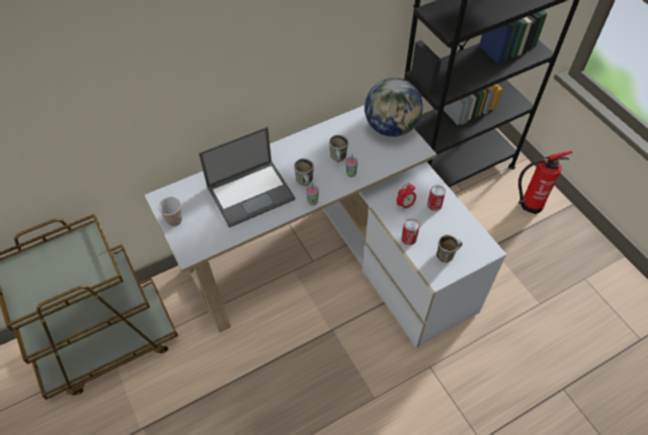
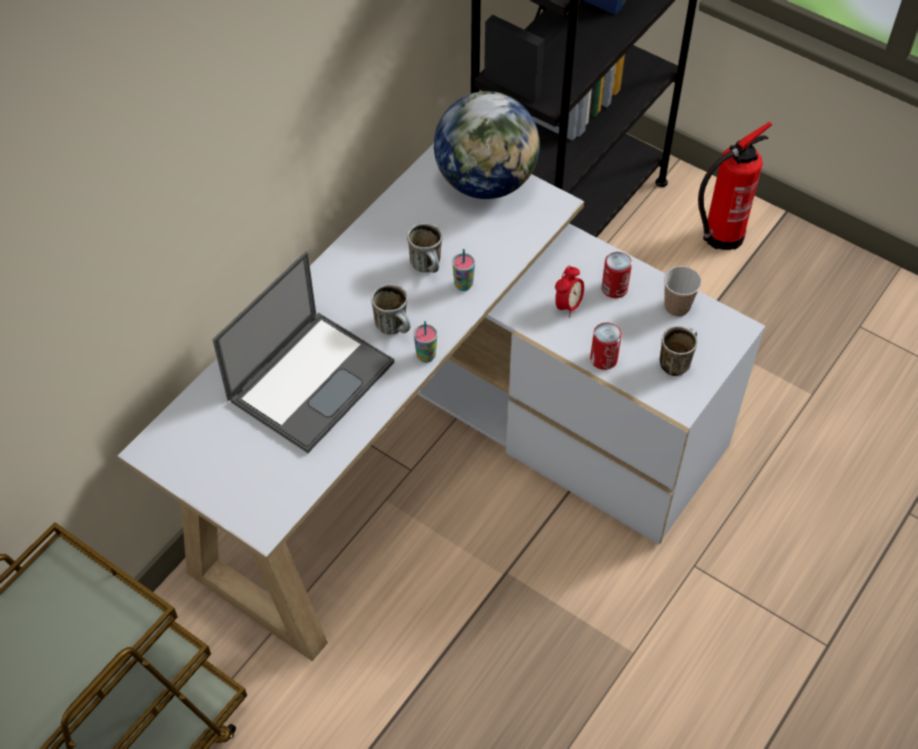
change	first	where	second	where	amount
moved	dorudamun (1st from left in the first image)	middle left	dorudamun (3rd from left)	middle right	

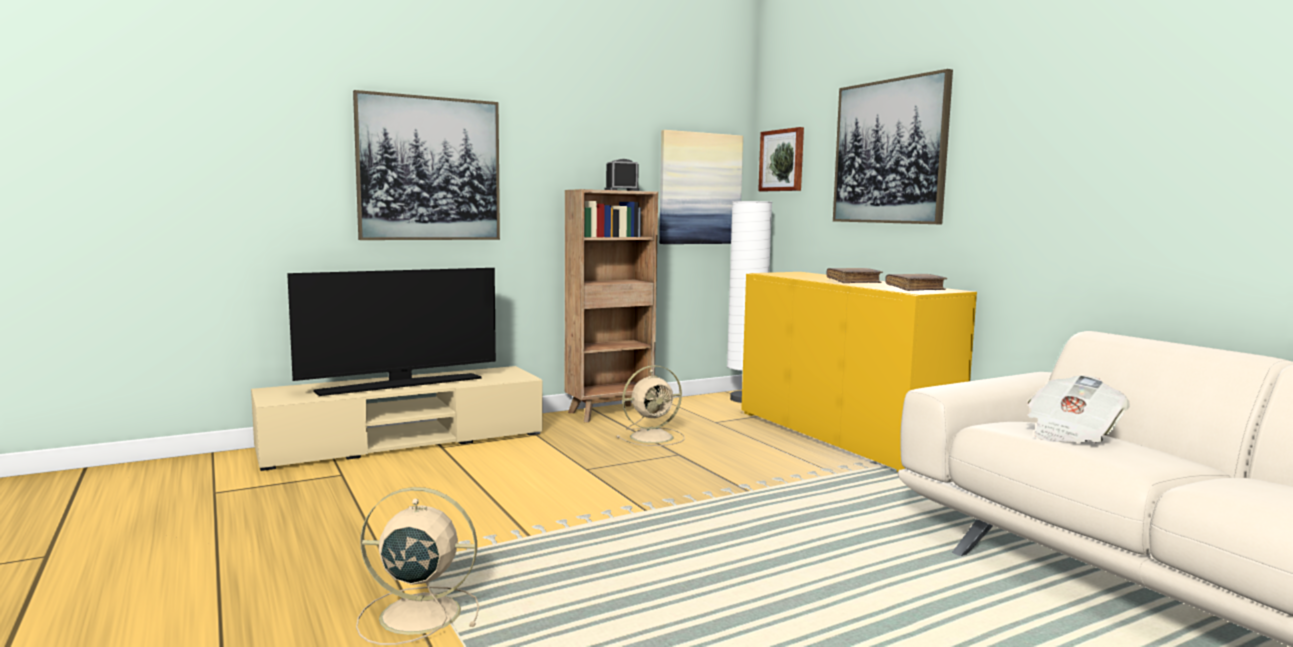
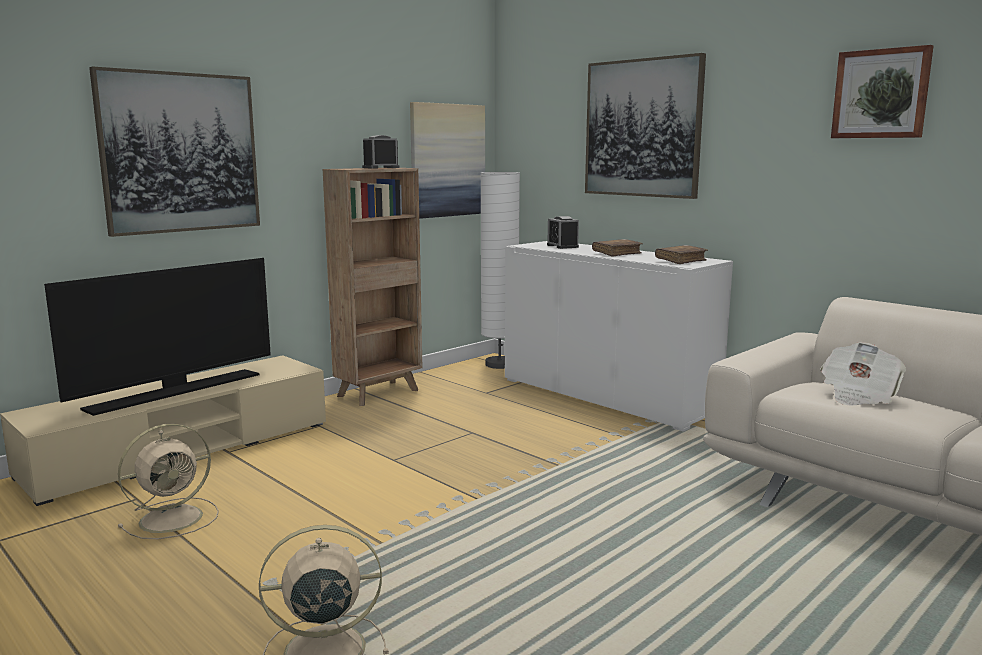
change	first	where	second	where	amount
added			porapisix (2nd from left)	centre	
moved	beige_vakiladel (2nd from left in the first image)	centre	beige_vakiladel (1st from left)	bottom left	
moved	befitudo (3rd from left in the first image)	top centre	befitudo (4th from left)	top right	
recoloured	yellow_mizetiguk	centre	white_mizetiguk	centre	

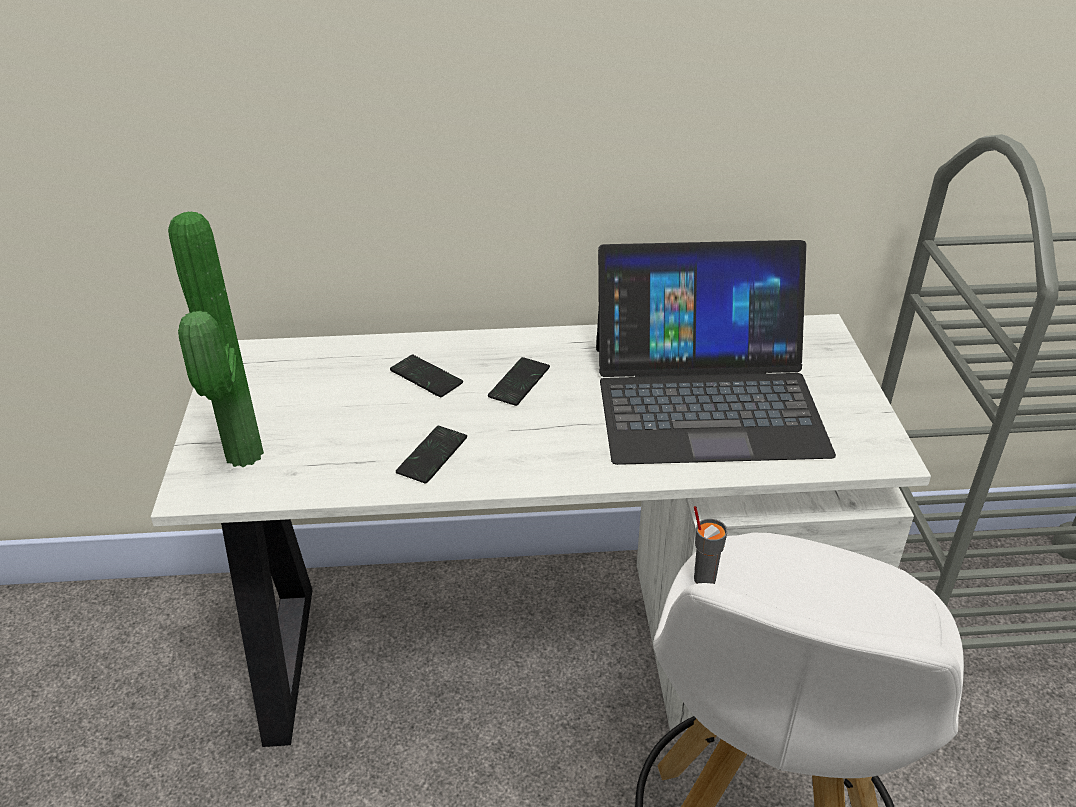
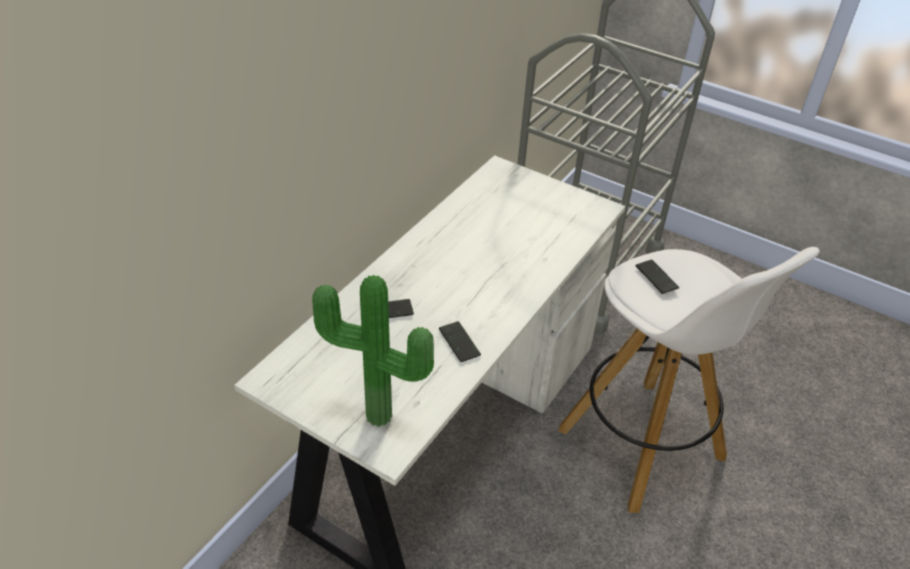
change	first	where	second	where	amount
removed	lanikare	centre			
removed	grey_dorudamun	bottom centre			
moved	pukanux (3rd from left)	centre		middle right	

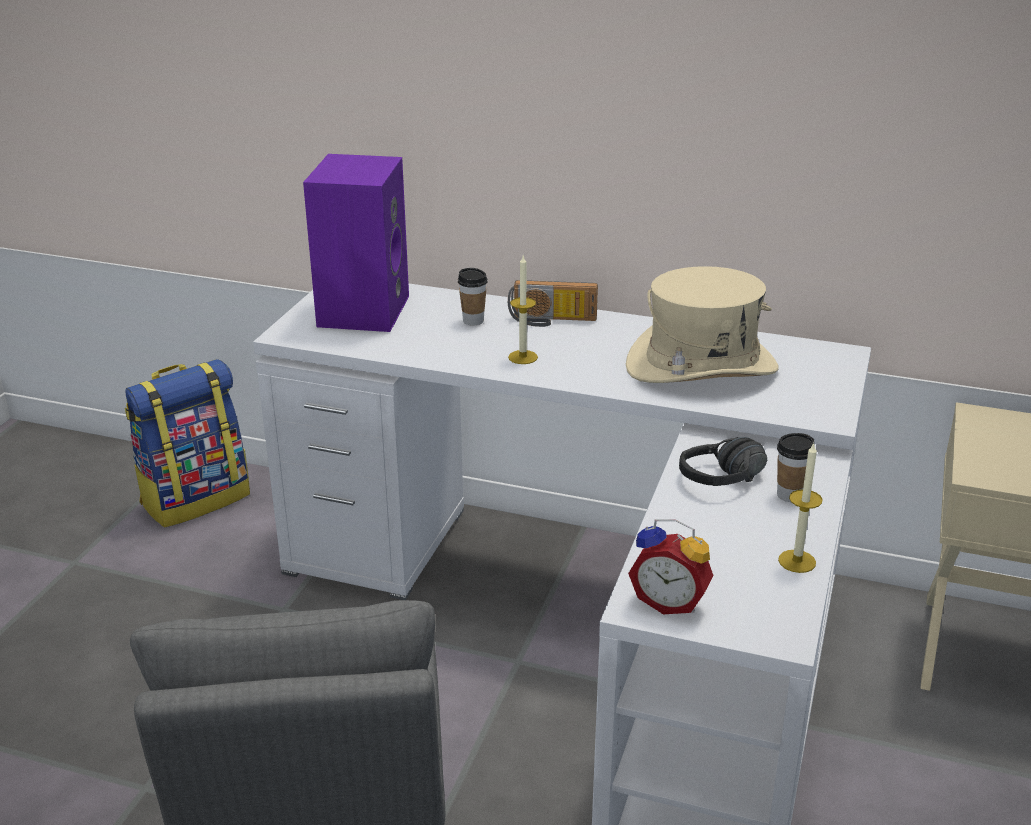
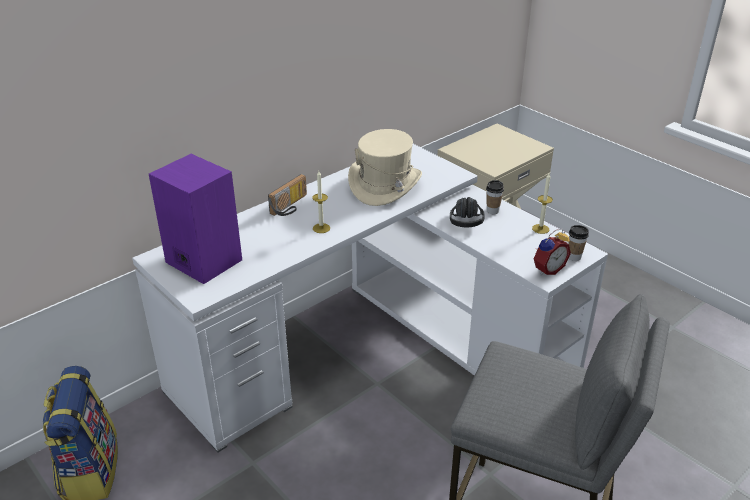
change	first	where	second	where	amount
moved	dorudamun (1st from left in the first image)	centre	dorudamun (2nd from left)	middle right	

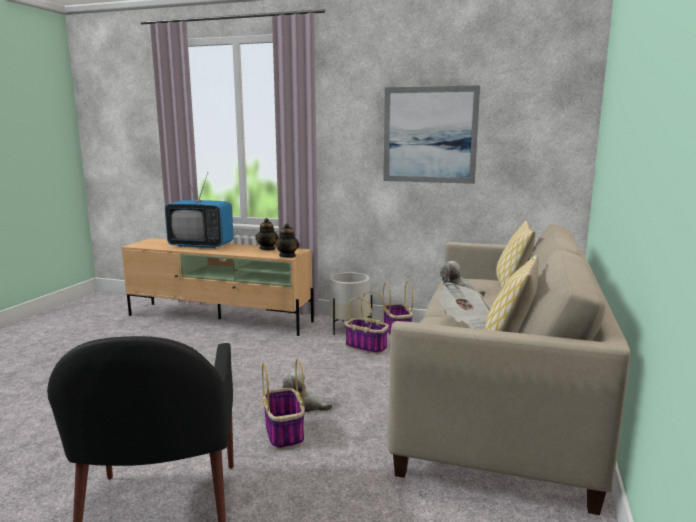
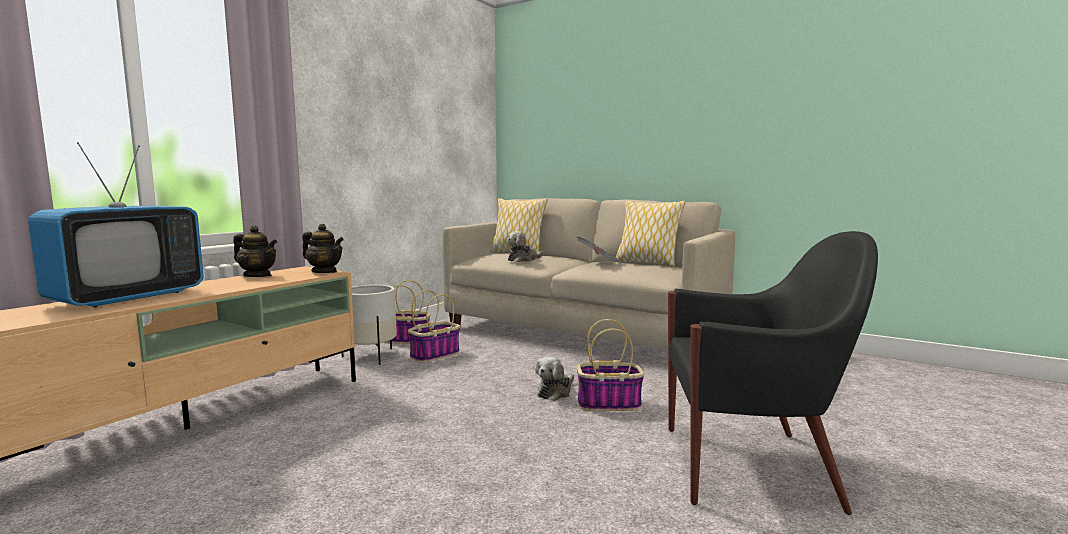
change	first	where	second	where	amount
removed	befitudo	top centre			

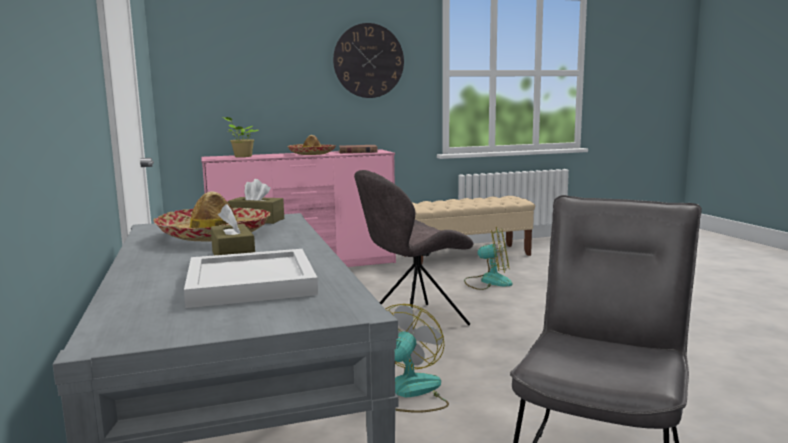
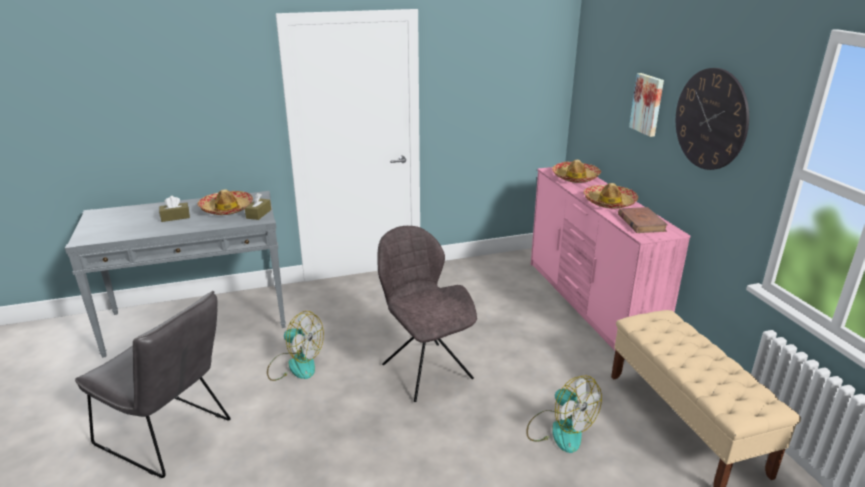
change	first	where	second	where	amount
removed	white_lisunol	middle left			
added			befitudo	top right	
replaced	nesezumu	top left	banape (2nd from left)	centre	
turned	vakiladel (2nd from left)	centre		bottom centre	45 degrees counterclockwise

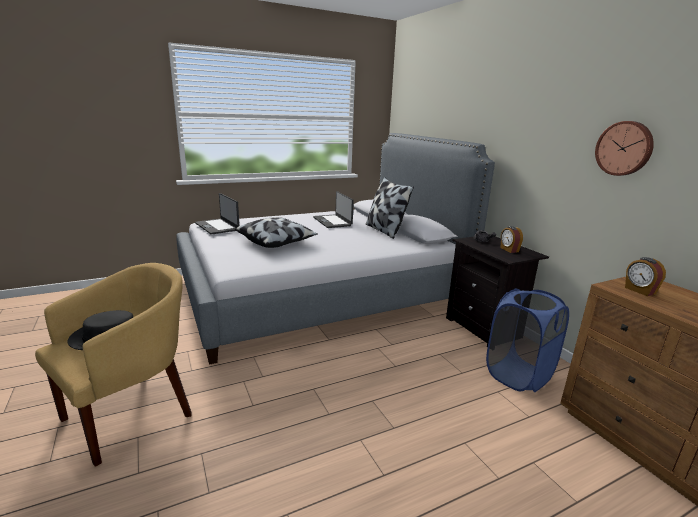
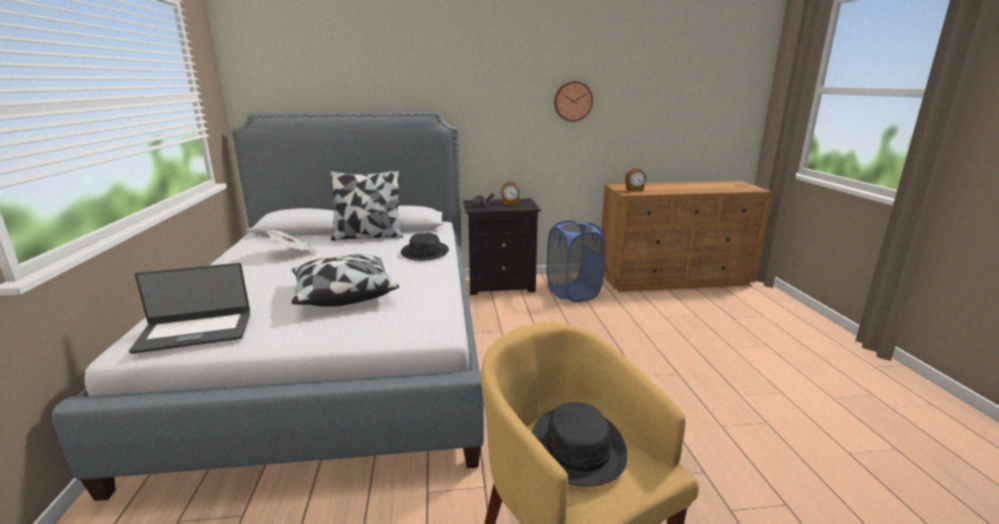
change	first	where	second	where	amount
added			black_banape (1st from left)	centre	
replaced	lanikare (2nd from left)	centre	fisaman	middle left	

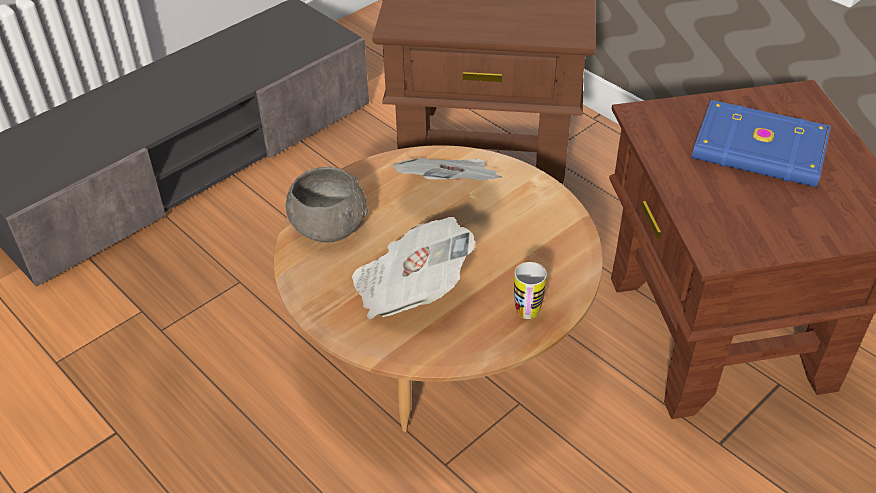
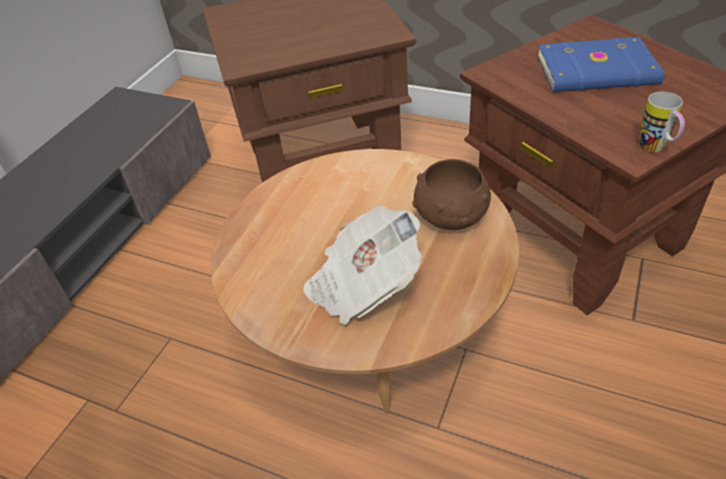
change	first	where	second	where	amount
removed	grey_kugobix	centre			
removed	fisaman (2nd from left)	centre			
added			brown_kugobix	centre	
moved	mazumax	centre		top right	

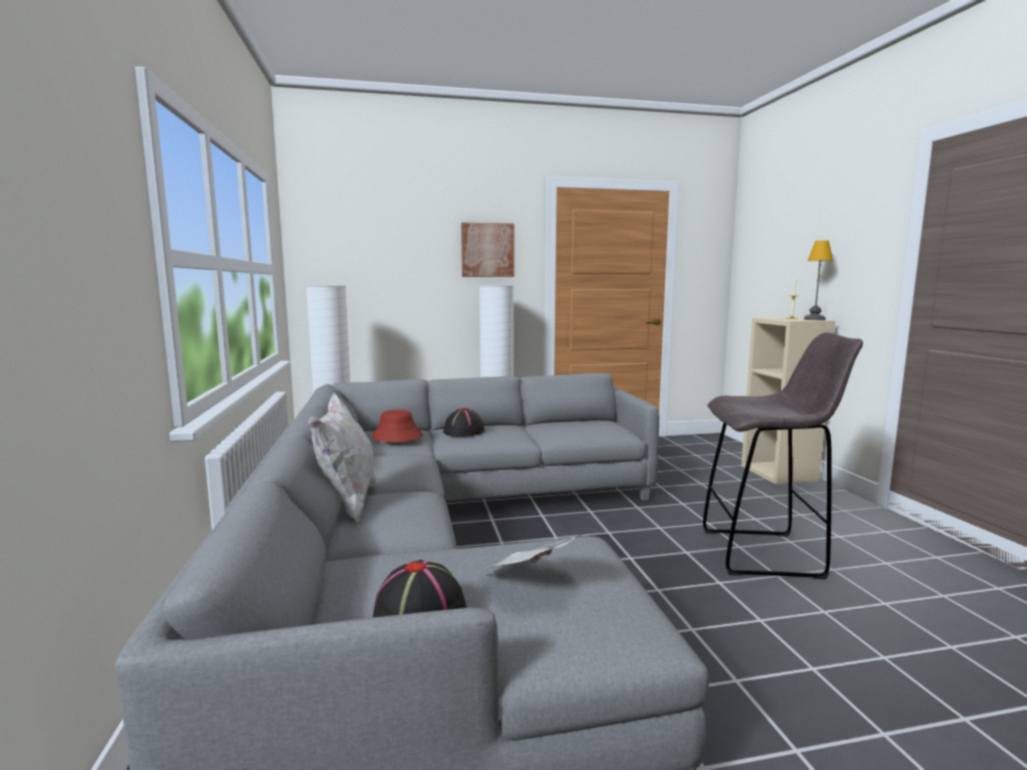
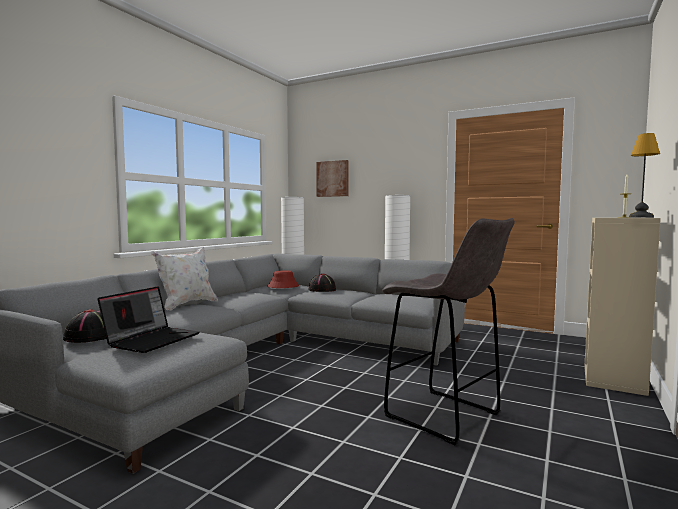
change	first	where	second	where	amount
moved	befitudo	top centre		centre	
replaced	fisaman	bottom centre	lanikare	middle left	

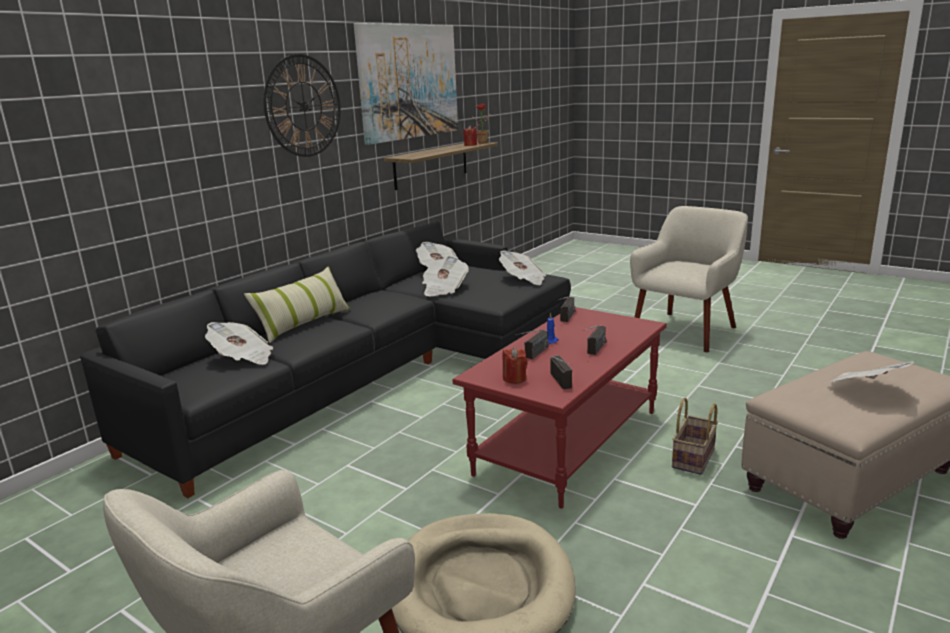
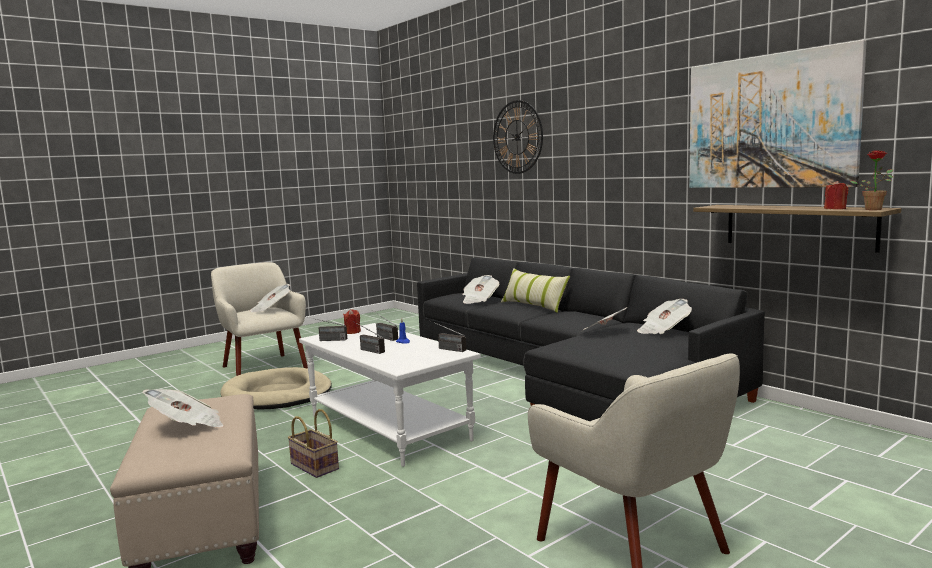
change	first	where	second	where	amount
moved	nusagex	top left		top centre	
moved	fisaman (4th from left in the first image)	centre	fisaman (2nd from left)	middle left	
recoloured	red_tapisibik	centre	white_tapisibik	bottom centre	

